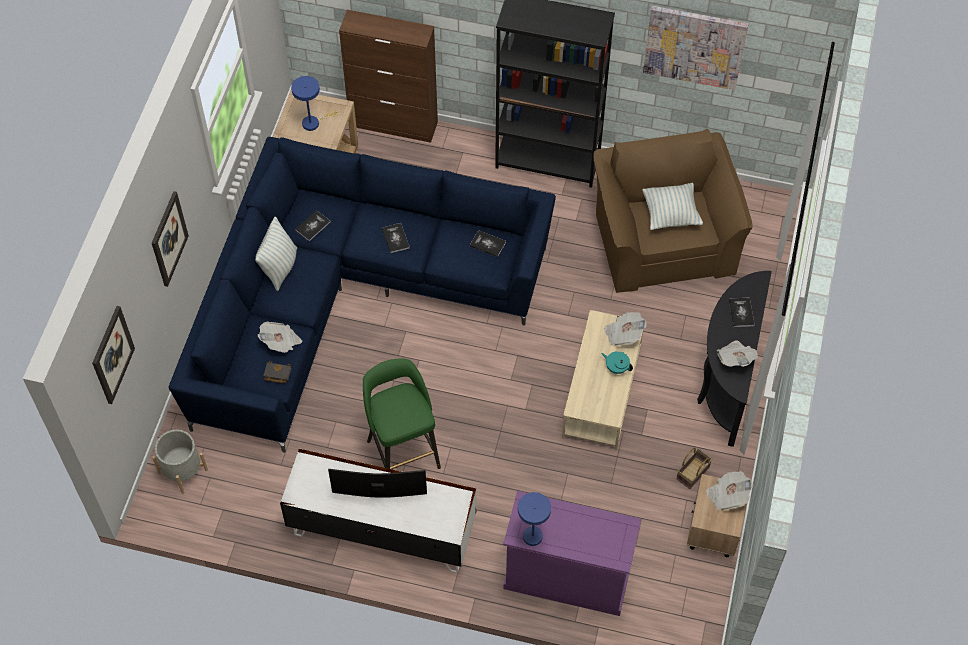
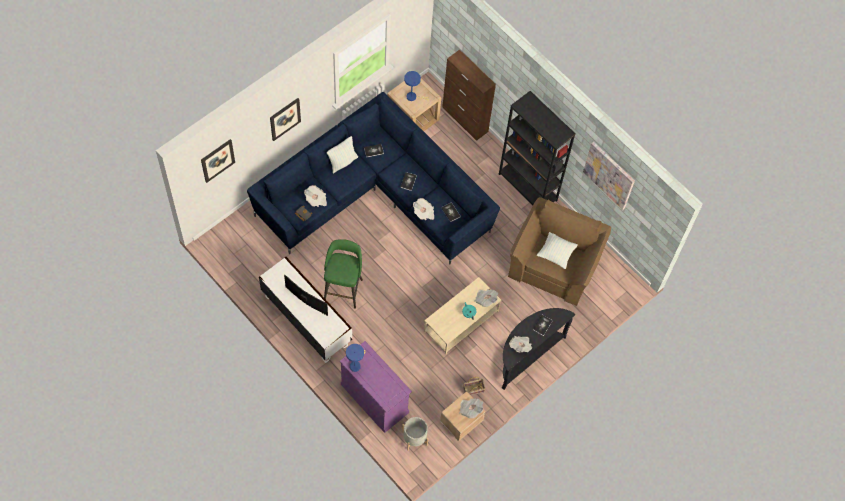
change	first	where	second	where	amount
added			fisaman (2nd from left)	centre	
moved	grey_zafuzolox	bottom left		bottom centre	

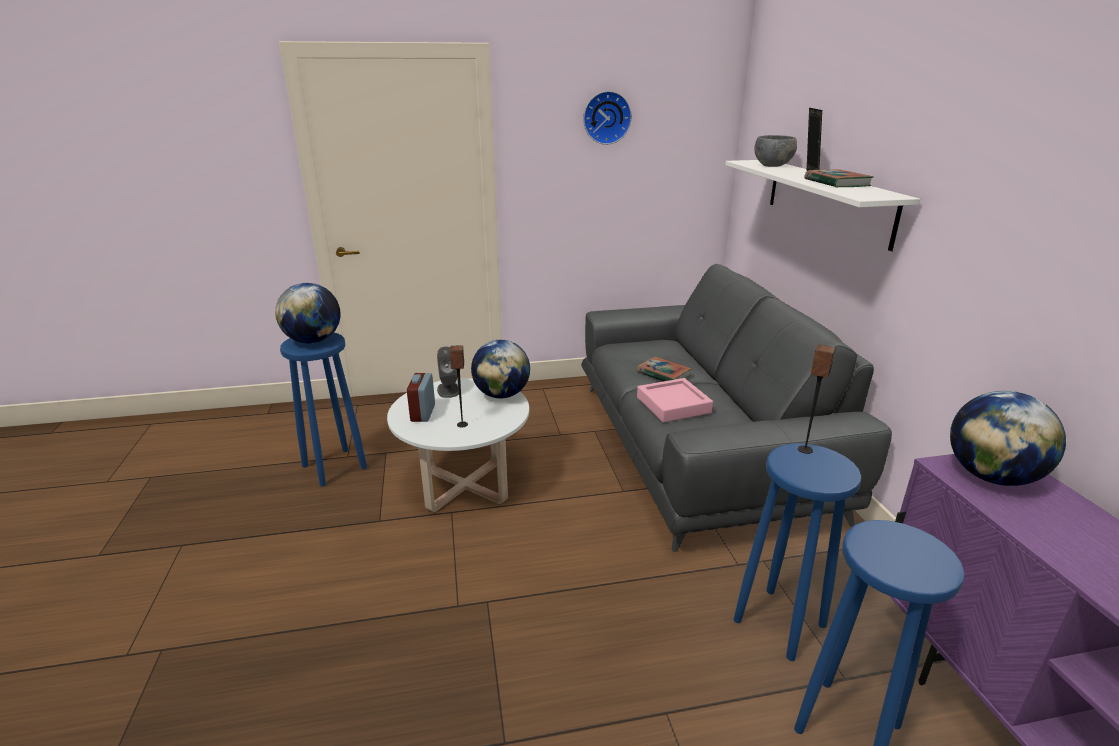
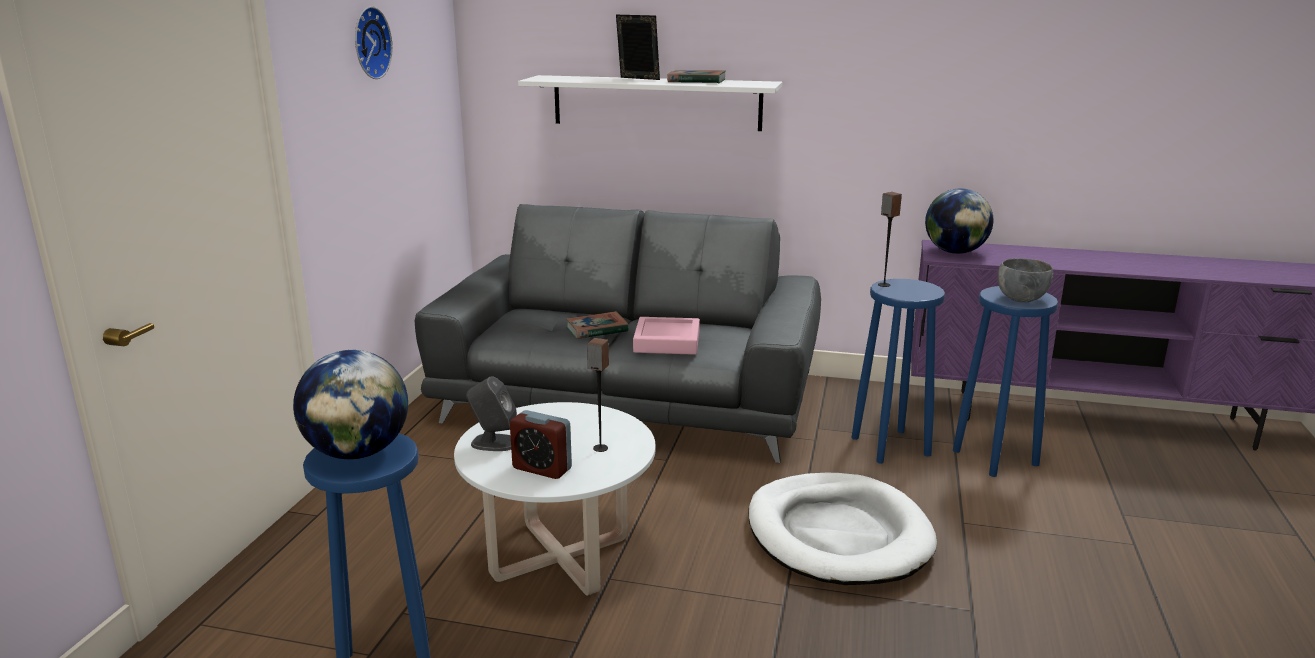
change	first	where	second	where	amount
removed	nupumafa (2nd from left)	centre			
added			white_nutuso	bottom centre	
moved	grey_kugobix	top right		middle right	

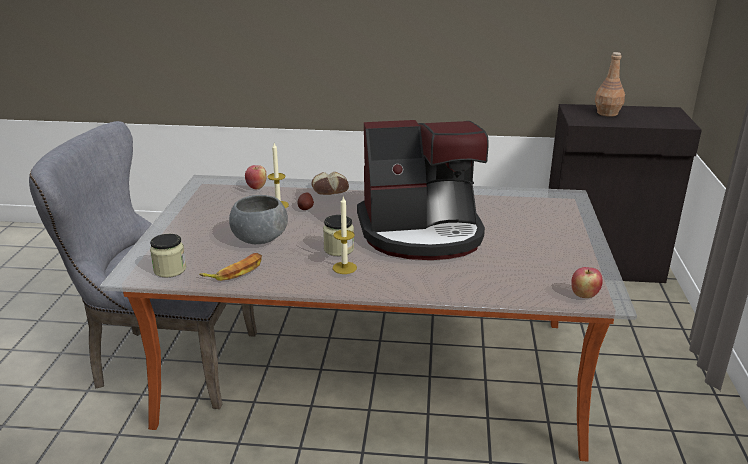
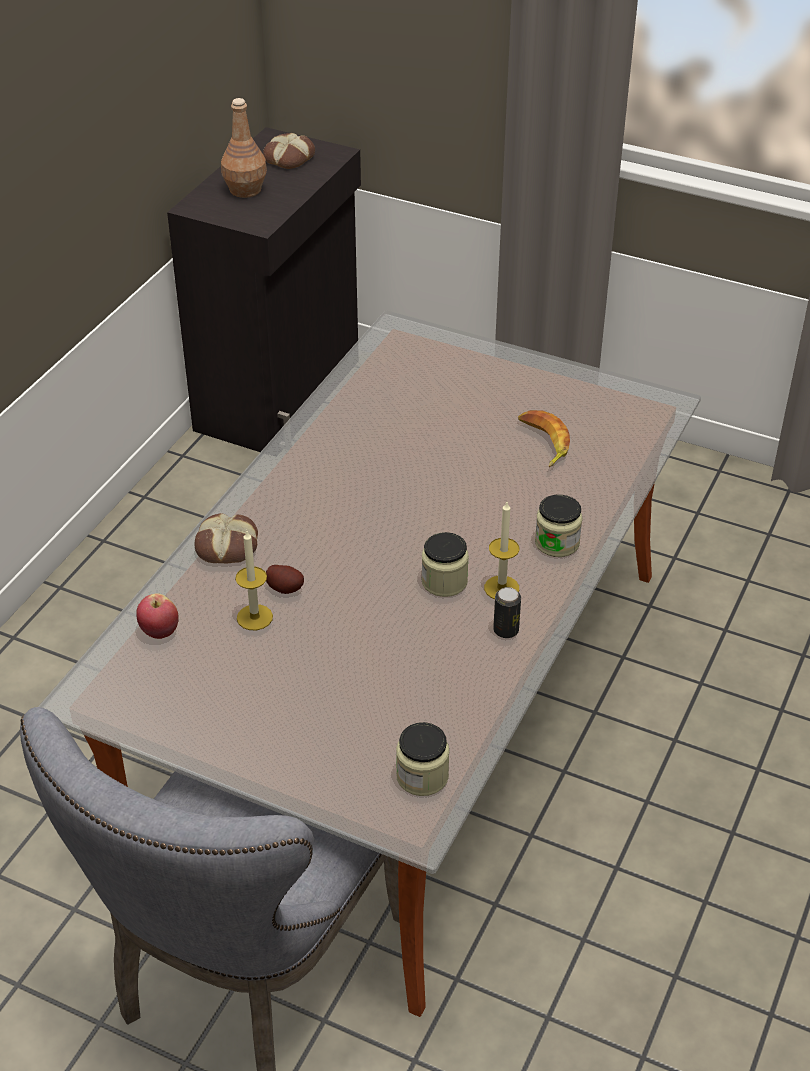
change	first	where	second	where	amount
removed	grey_kugobix	centre			
removed	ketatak	centre			
removed	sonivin (2nd from left)	middle right			
added			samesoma (2nd from left)	top centre	
added			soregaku	centre	
added			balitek (3rd from left)	middle right	
moved	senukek	middle left		middle right	

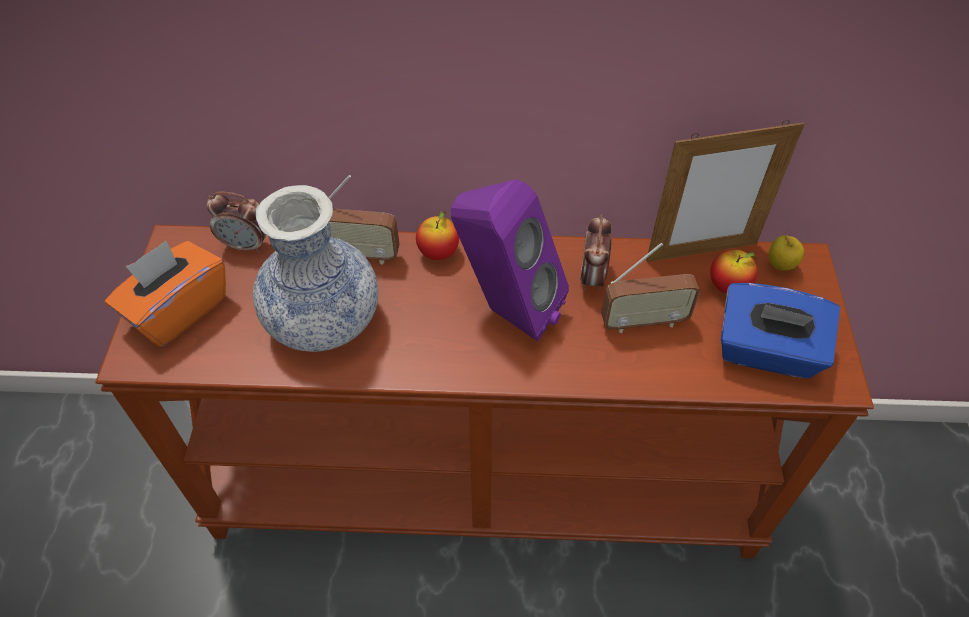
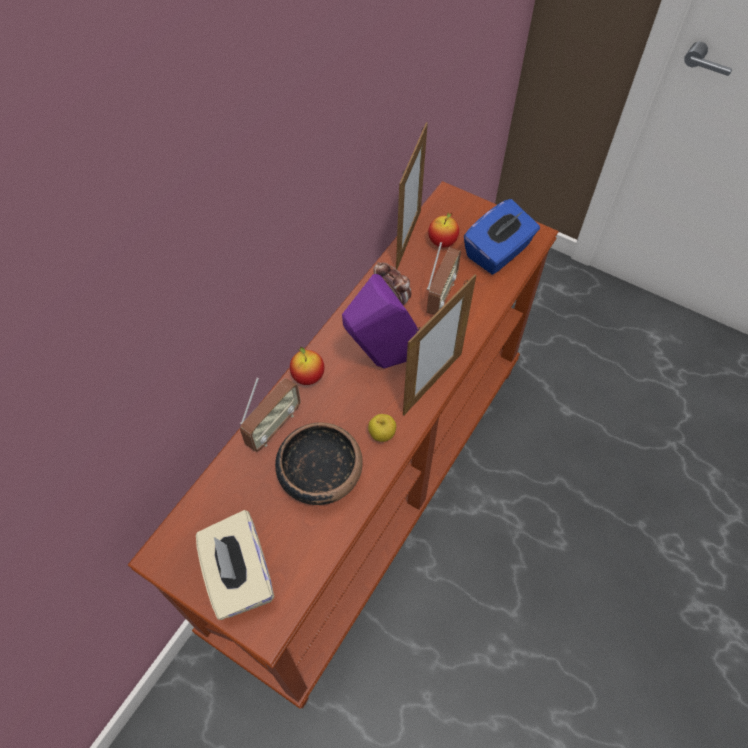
change	first	where	second	where	amount
removed	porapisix (1st from left)	middle left			
added			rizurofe (2nd from left)	centre	
moved	sonivin (3rd from left in the first image)	middle right	sonivin (2nd from left)	centre	
replaced	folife	middle left	kugobix	centre	
recoloured	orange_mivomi	middle left	beige_mivomi	bottom left	

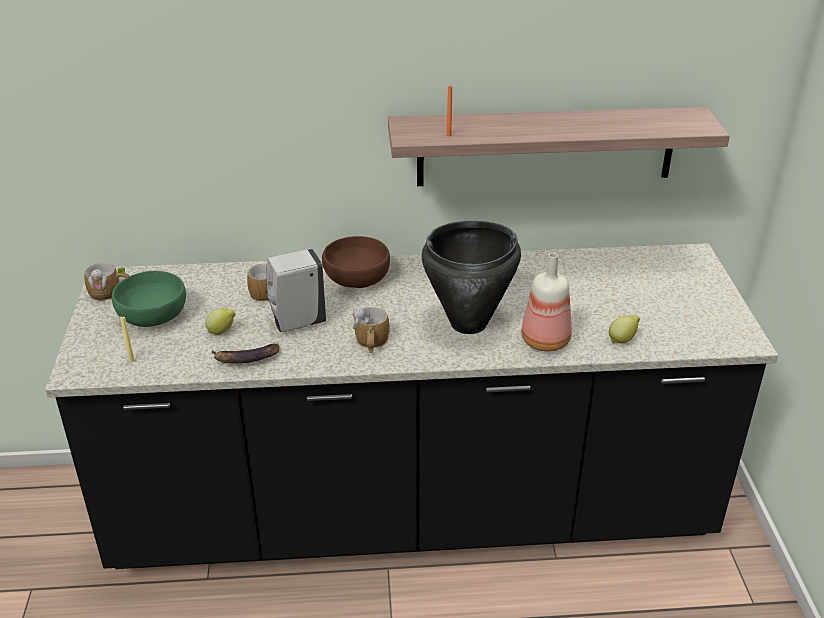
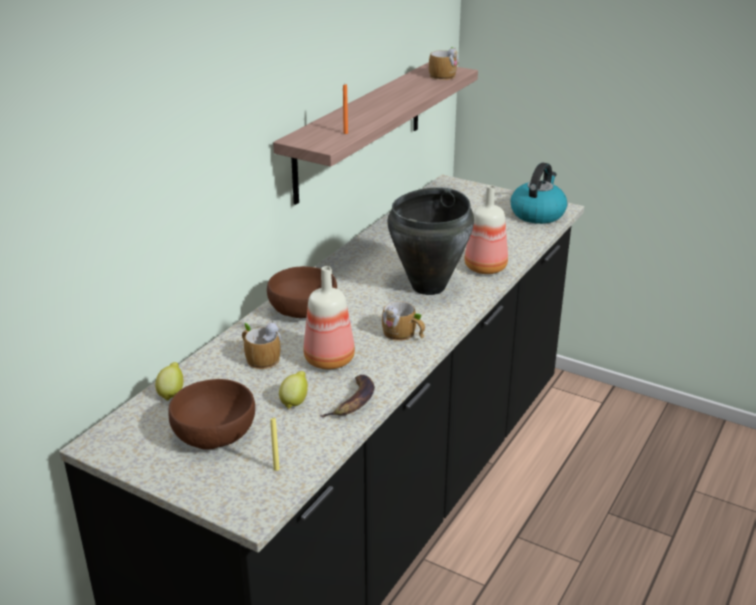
change	first	where	second	where	amount
added			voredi	top right	
moved	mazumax (1st from left in the first image)	middle left	mazumax (3rd from left)	top centre	
moved	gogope (2nd from left in the first image)	middle right	gogope (1st from left)	middle left	
replaced	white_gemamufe	centre	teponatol (1st from left)	centre	
recoloured	green_kugobix	middle left	brown_kugobix (1st from left)	bottom left	

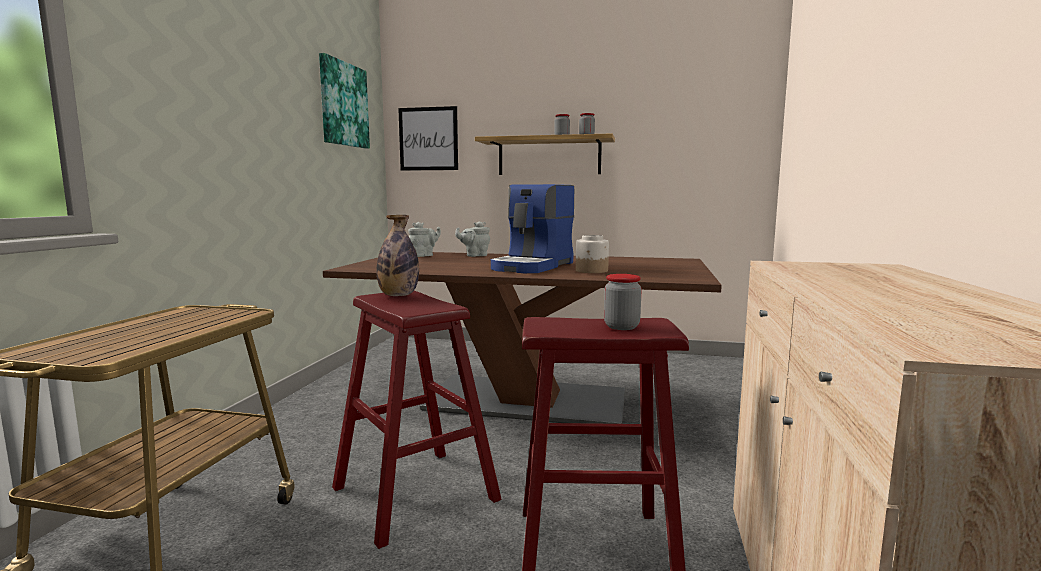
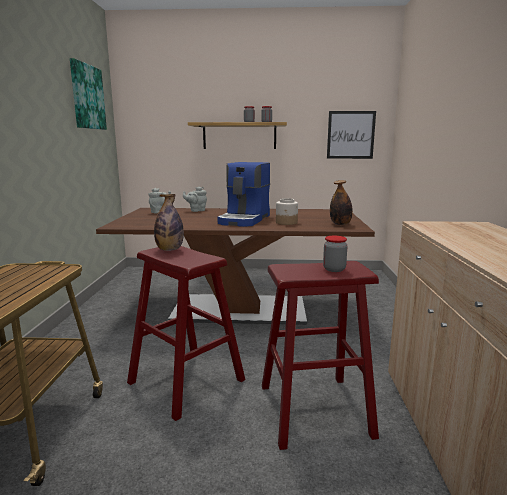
change	first	where	second	where	amount
added			teponatol (2nd from left)	middle right	
moved	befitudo (2nd from left)	top centre		top right	

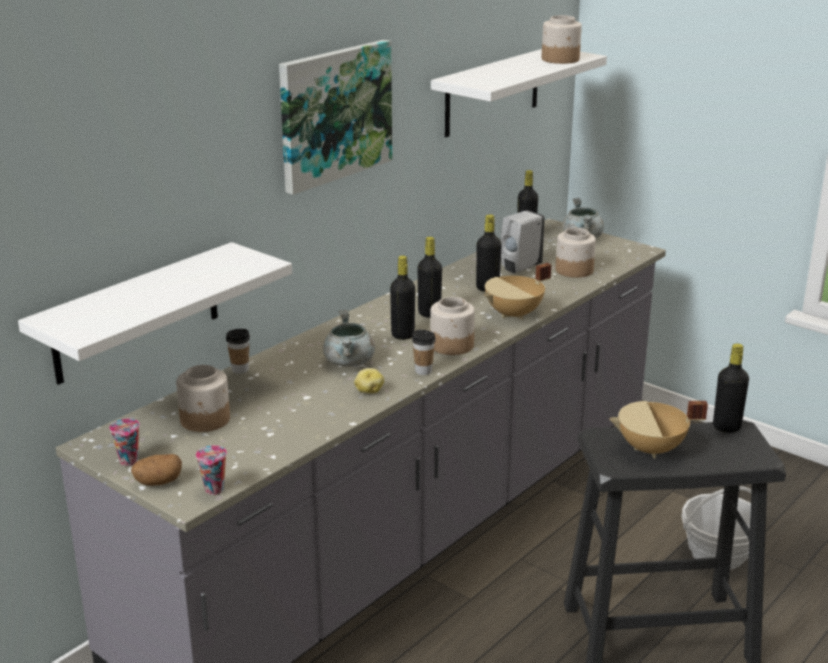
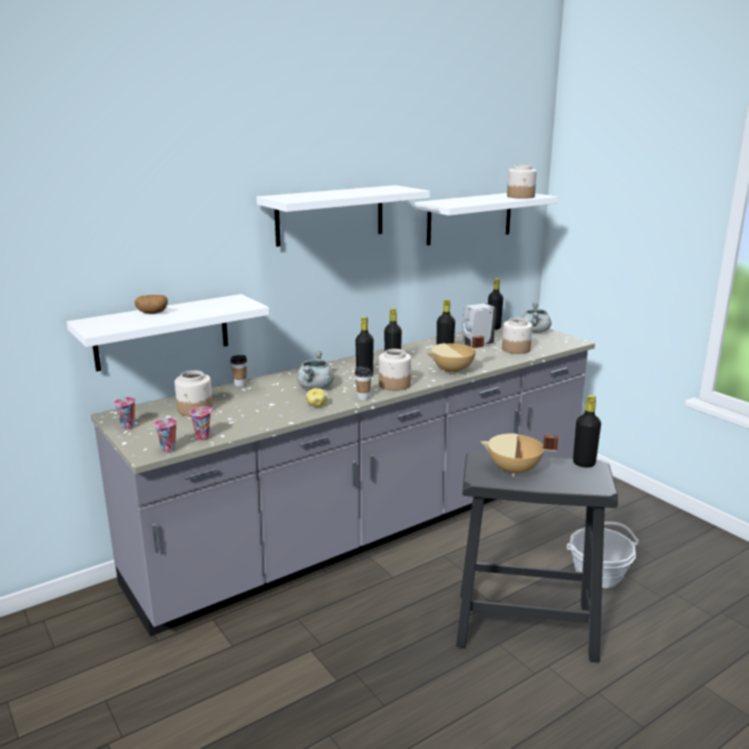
change	first	where	second	where	amount
added			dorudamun (3rd from left)	middle left	
moved	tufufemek (1st from left)	bottom left		middle left	
replaced	befitudo	top centre	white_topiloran (2nd from left)	top centre	

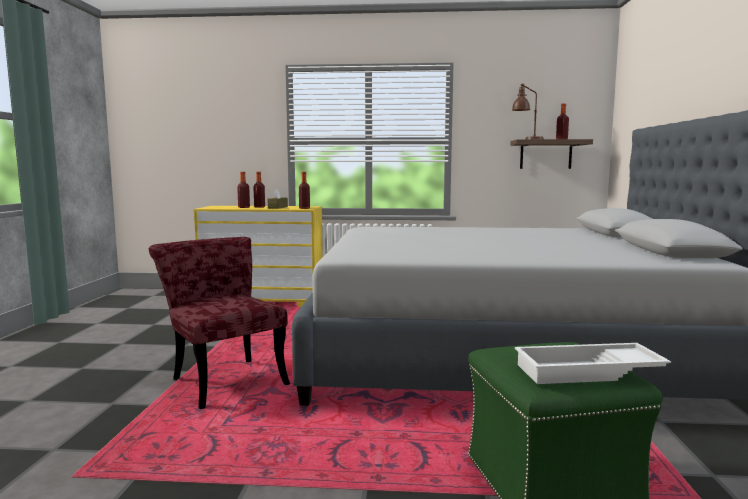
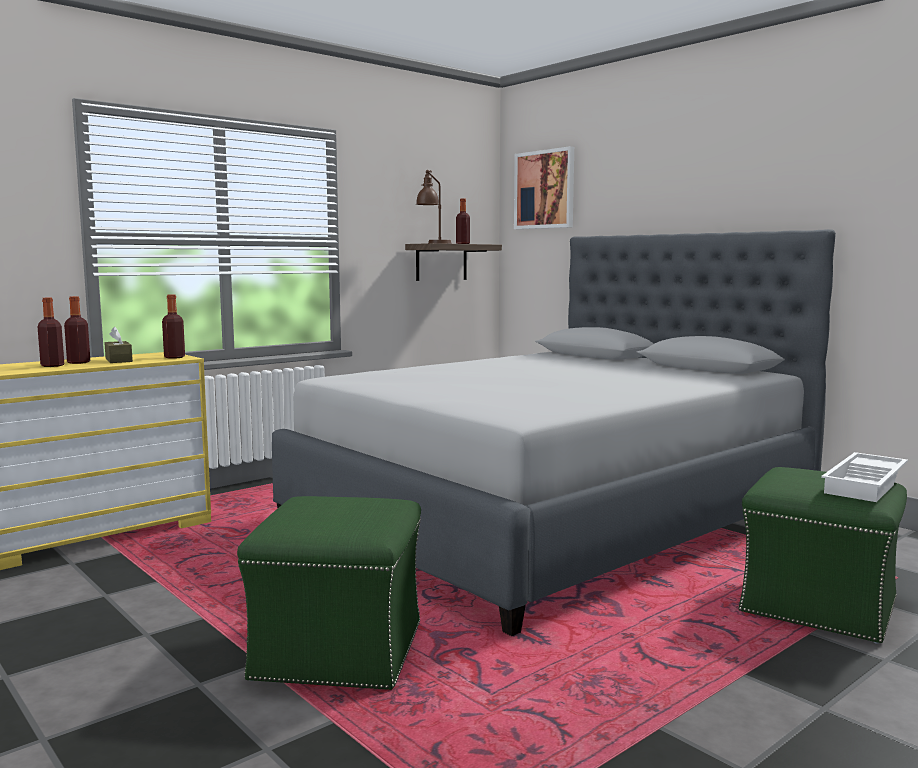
change	first	where	second	where	amount
added			befitudo	top centre	
replaced	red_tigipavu	middle left	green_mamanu (1st from left)	bottom centre	

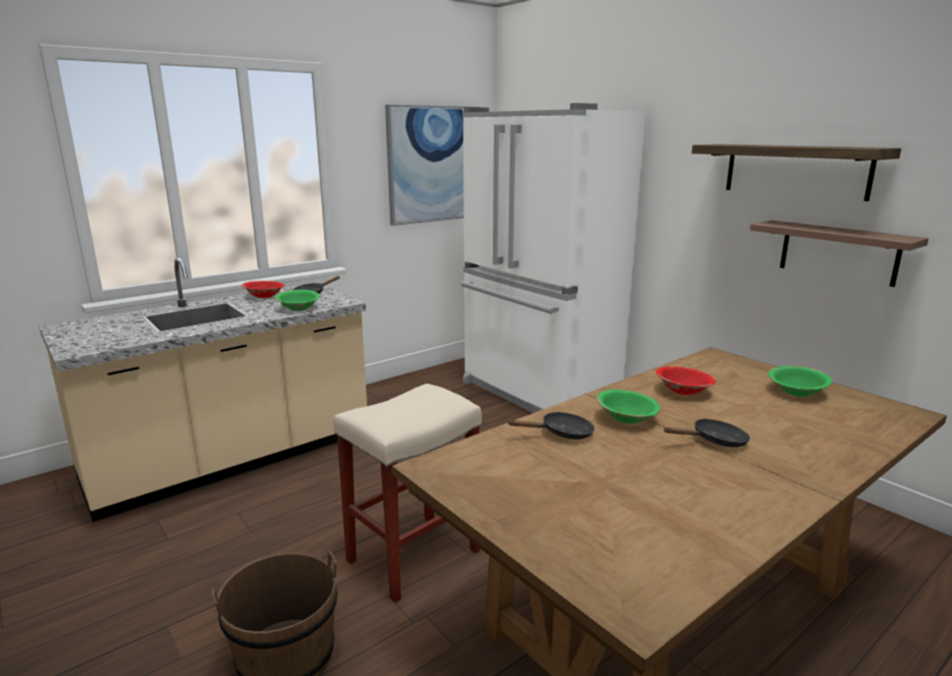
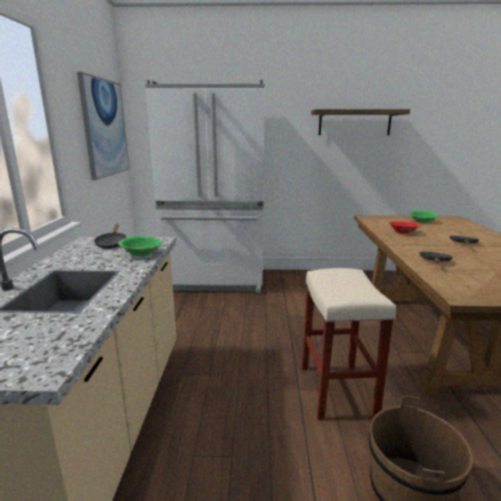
change	first	where	second	where	amount
removed	red_kugobix (1st from left)	middle left			
removed	green_kugobix (2nd from left)	centre			
removed	topiloran (2nd from left)	middle right			

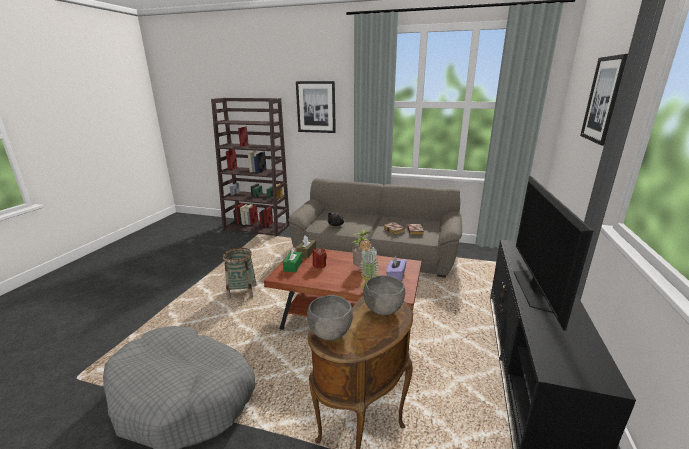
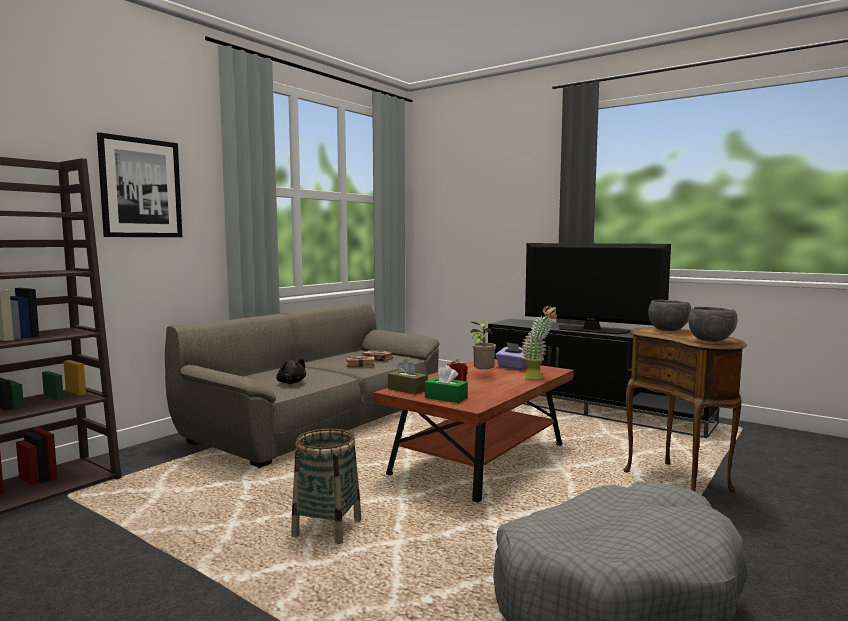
change	first	where	second	where	amount
removed	befitudo (2nd from left)	top right			

